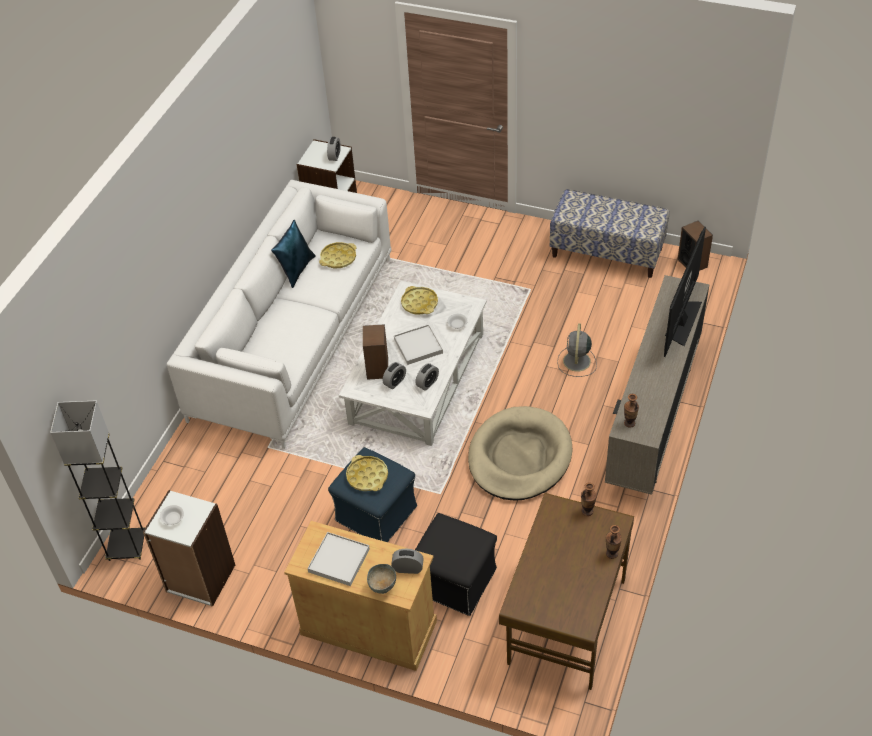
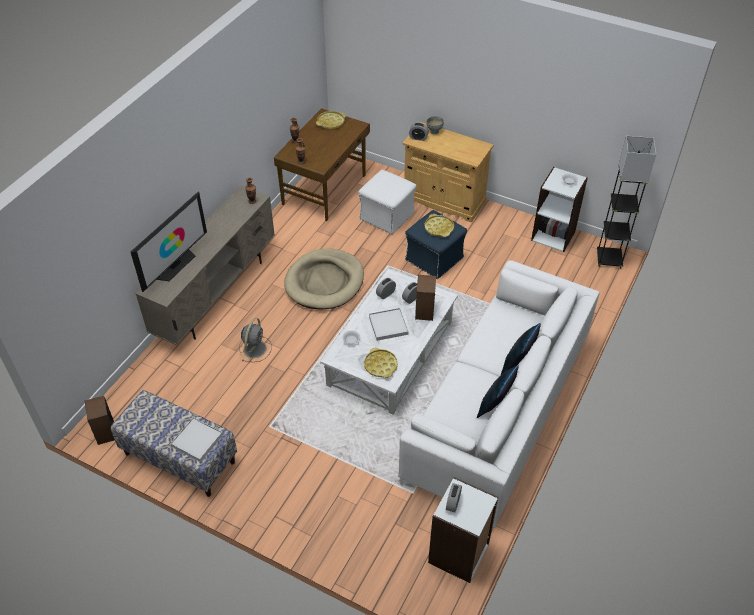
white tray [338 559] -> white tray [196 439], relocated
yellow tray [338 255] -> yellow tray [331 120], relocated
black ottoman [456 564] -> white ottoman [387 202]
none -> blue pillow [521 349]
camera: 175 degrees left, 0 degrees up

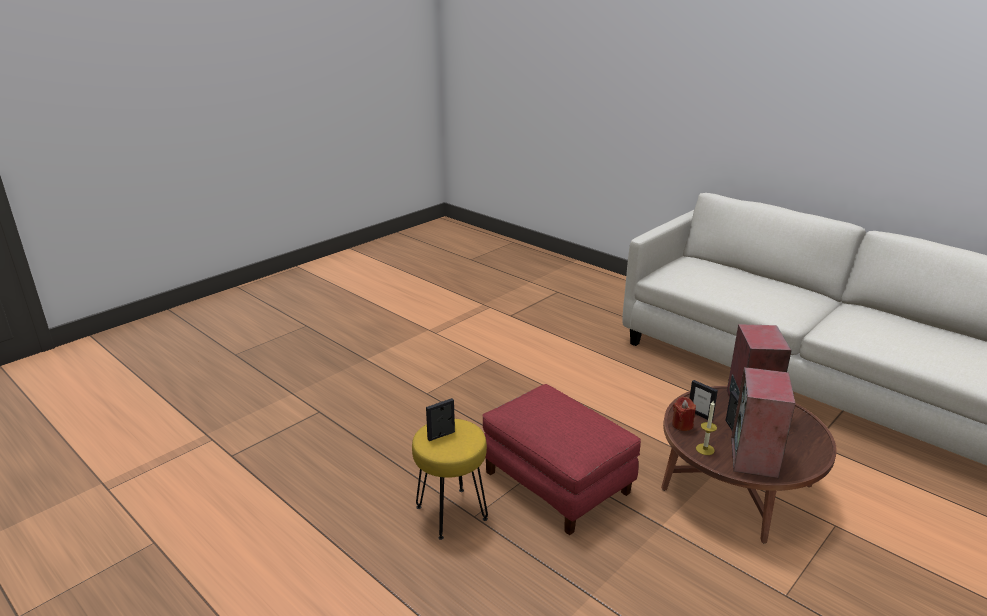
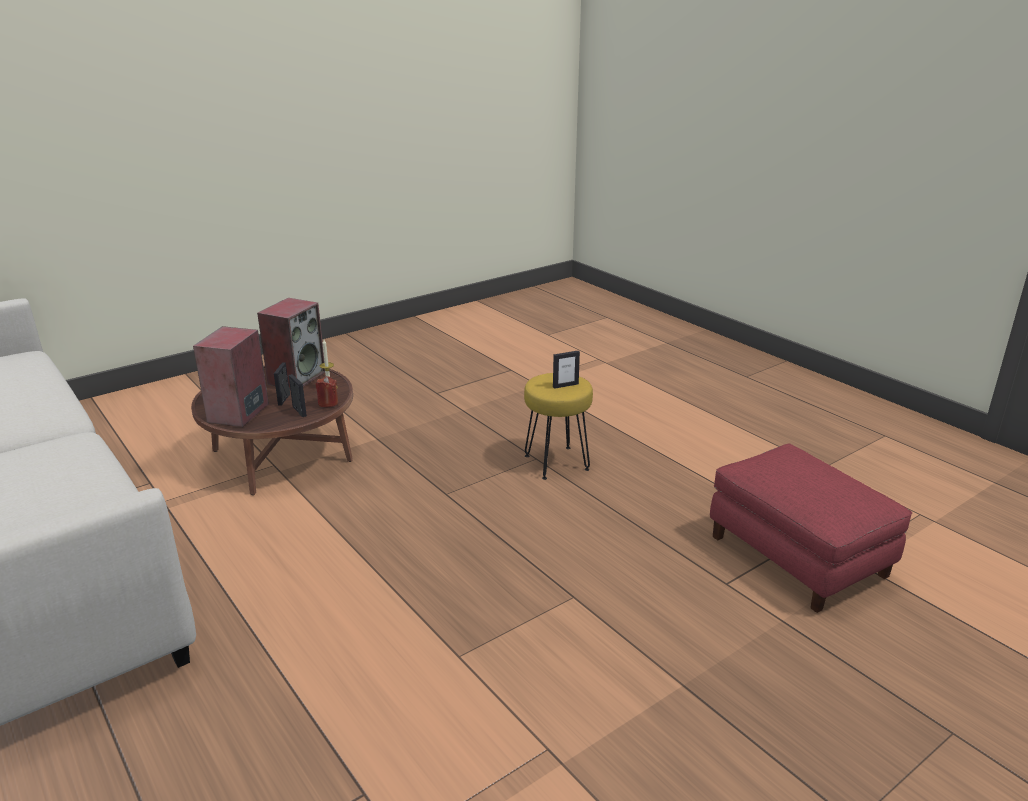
red ottoman [561 459] -> red ottoman [811 528], relocated
camera: 170 degrees left, 0 degrees up

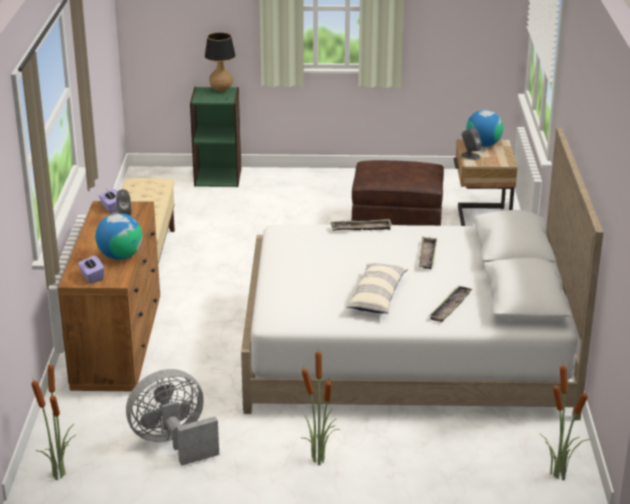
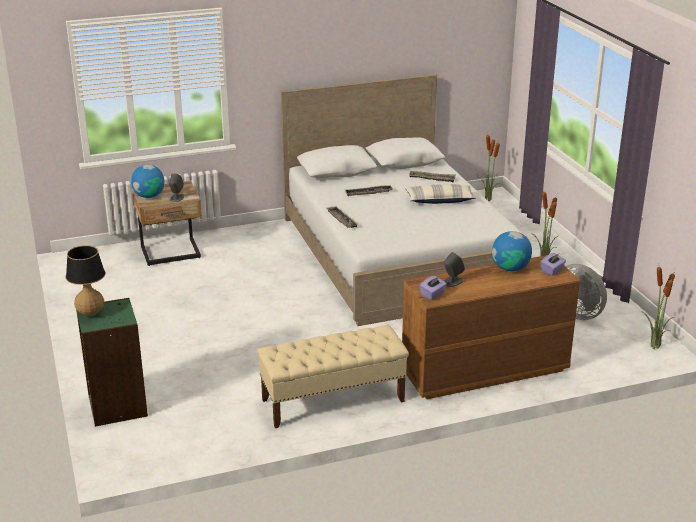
brown ottoman [397 193] -> none
camera: 110 degrees left, 0 degrees up

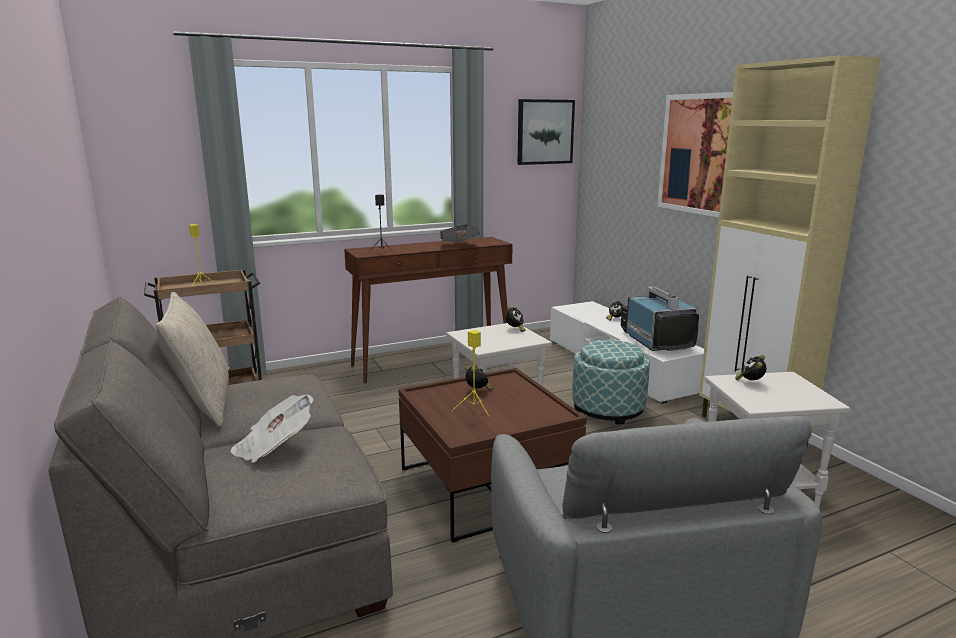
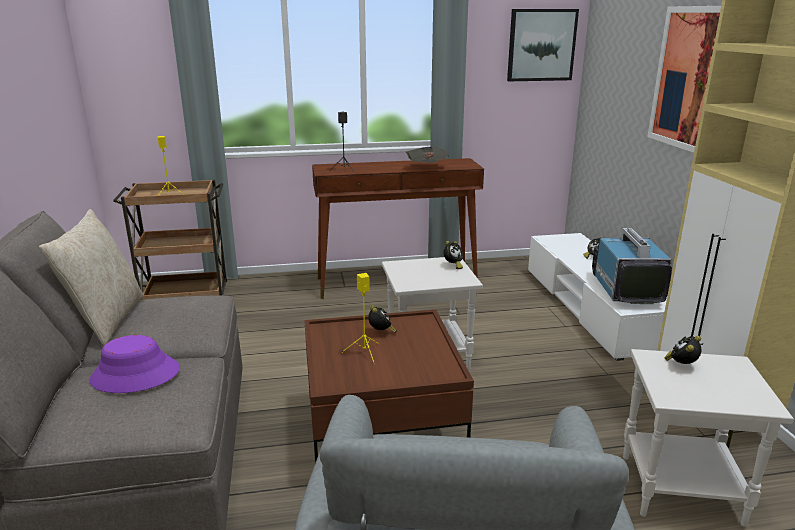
newspaper [272 429] -> purple hat [134 364]
ottoman [611 382] -> none
camera: 15 degrees right, 5 degrees up

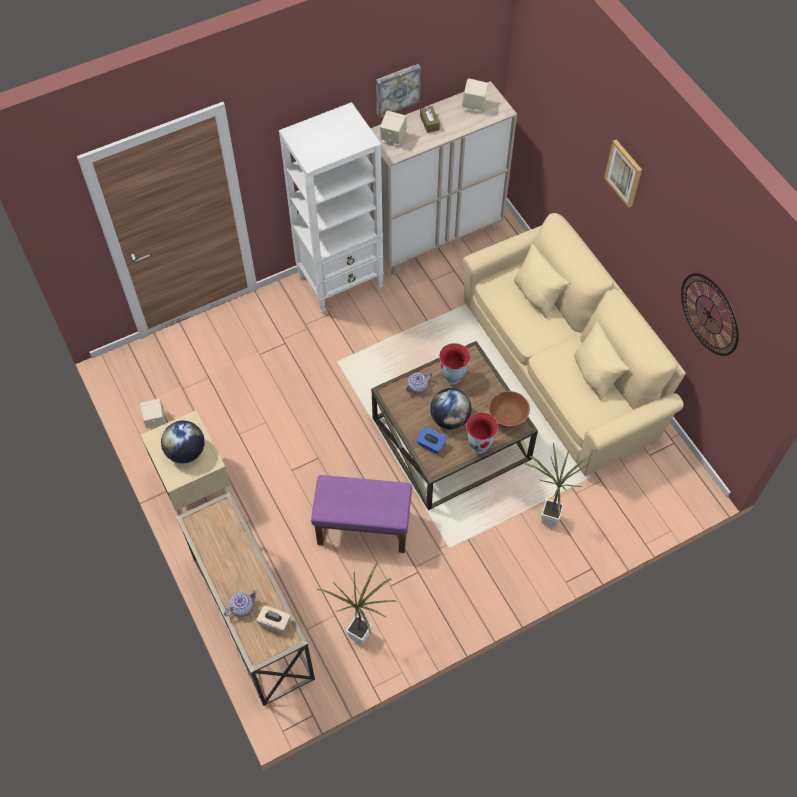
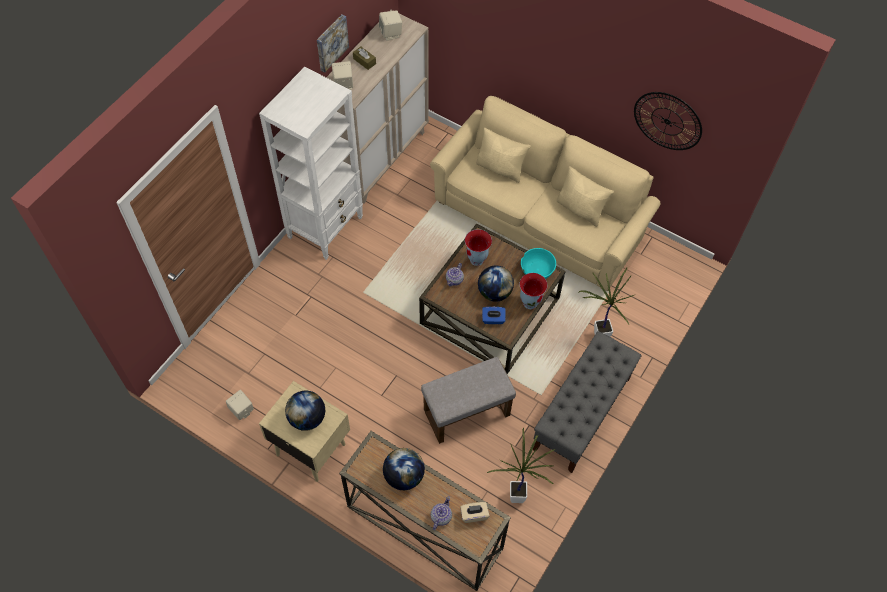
purple ottoman [361 514] -> grey ottoman [468 400]
brown bowl [509 410] -> turquoise bowl [538 263]
picture [623 173] -> none
none -> globe [404 469]
none -> grey bench [587 402]
camera: 30 degrees left, 0 degrees up

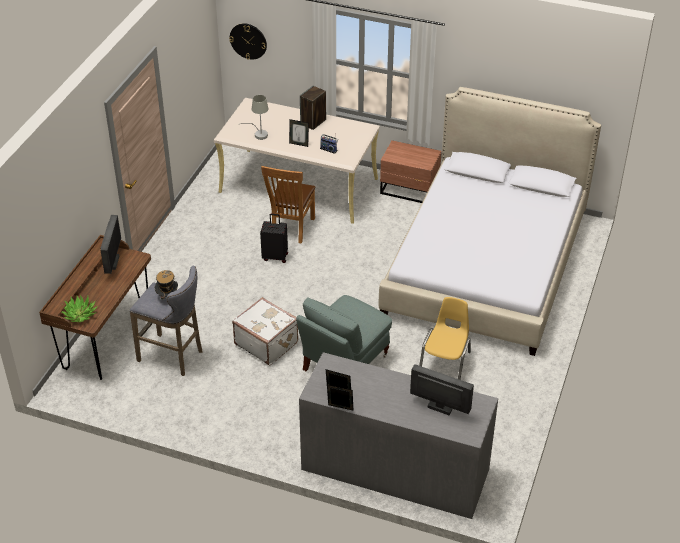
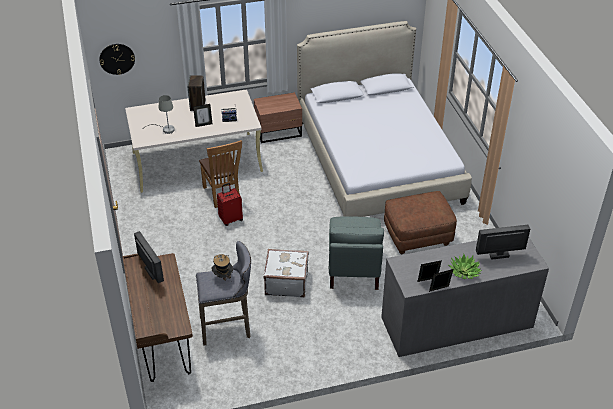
potted plant [80 308] -> potted plant [465 266], relocated
black suitcase [274 238] -> red suitcase [230 204]
yellow chair [445 338] -> brown ottoman [420 222]
camera: 35 degrees left, 0 degrees up

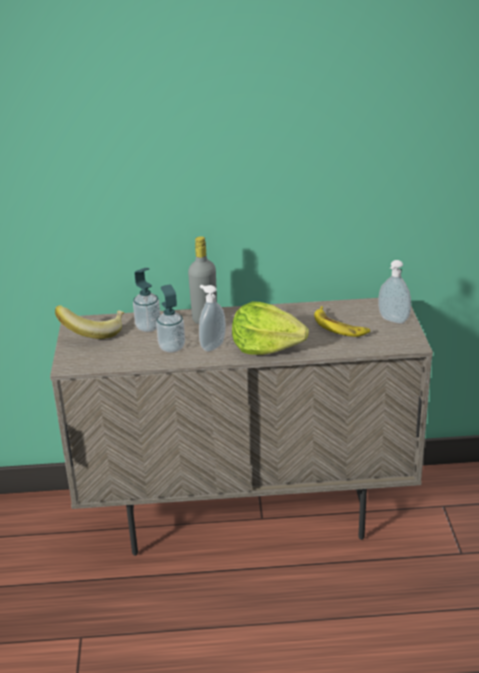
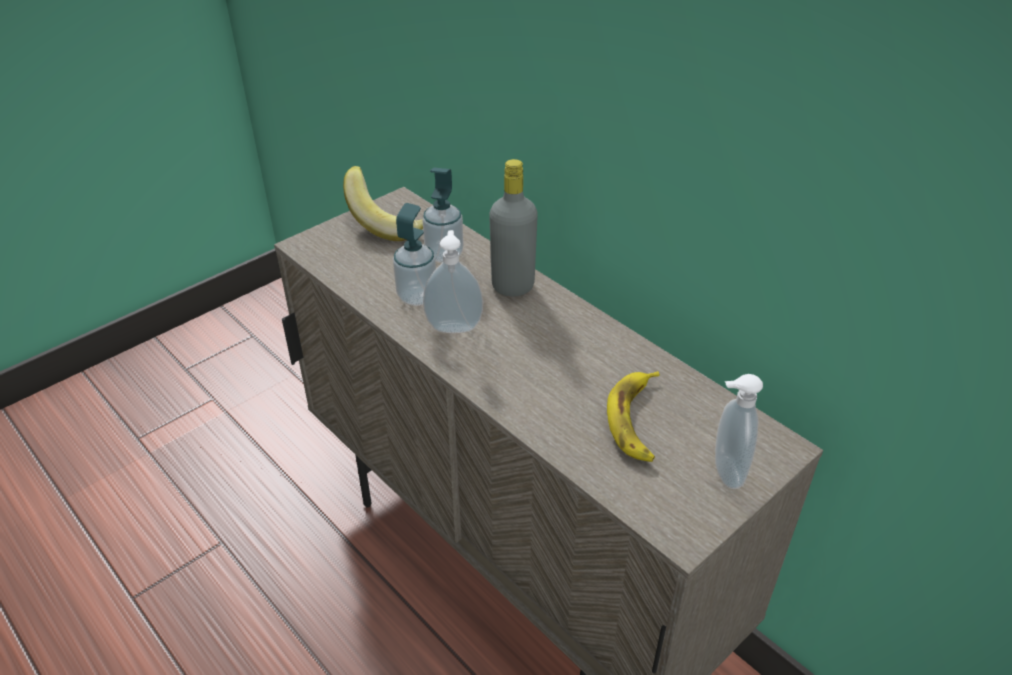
lettuce [270 328] -> none
camera: 50 degrees right, 10 degrees up

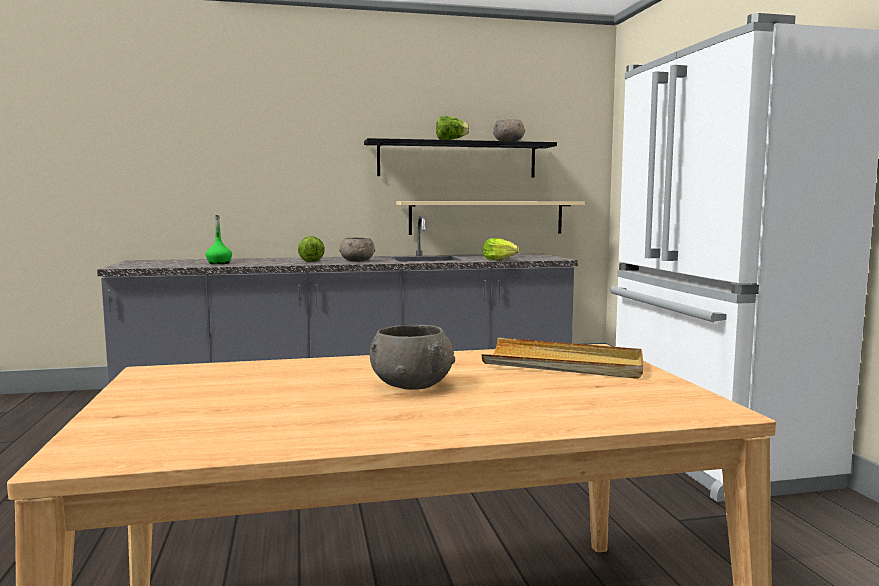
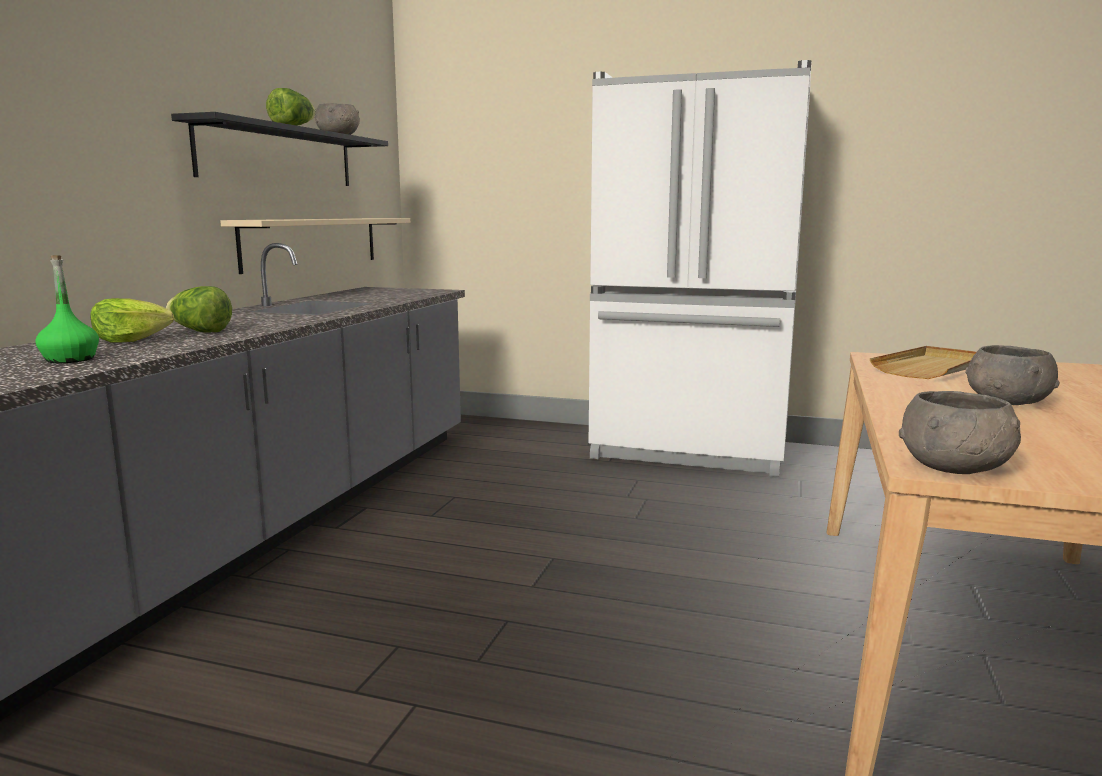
grey bowl [357 249] -> grey bowl [960 432], relocated
lettuce [501 249] -> lettuce [132 320], relocated
camera: 60 degrees left, 5 degrees up

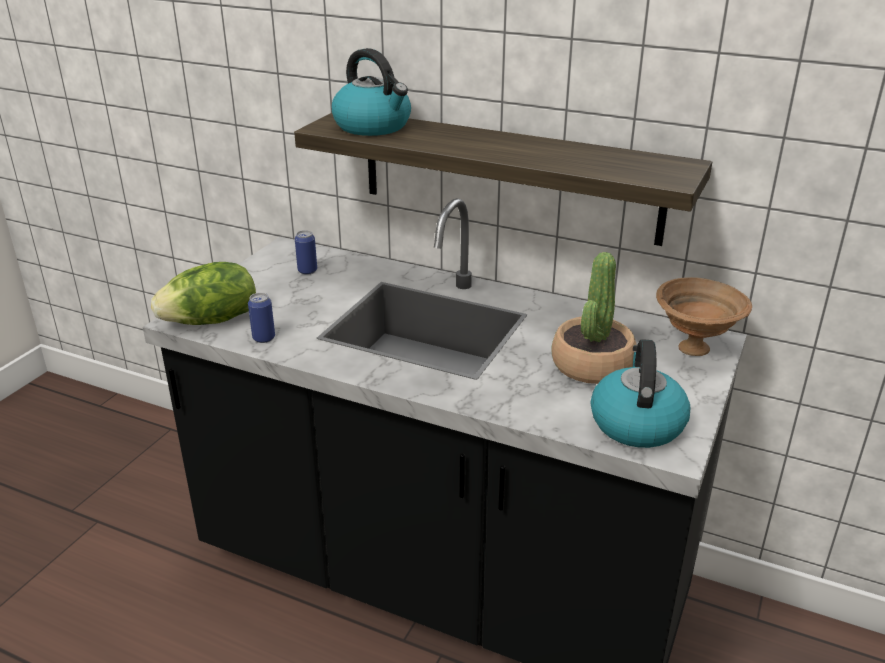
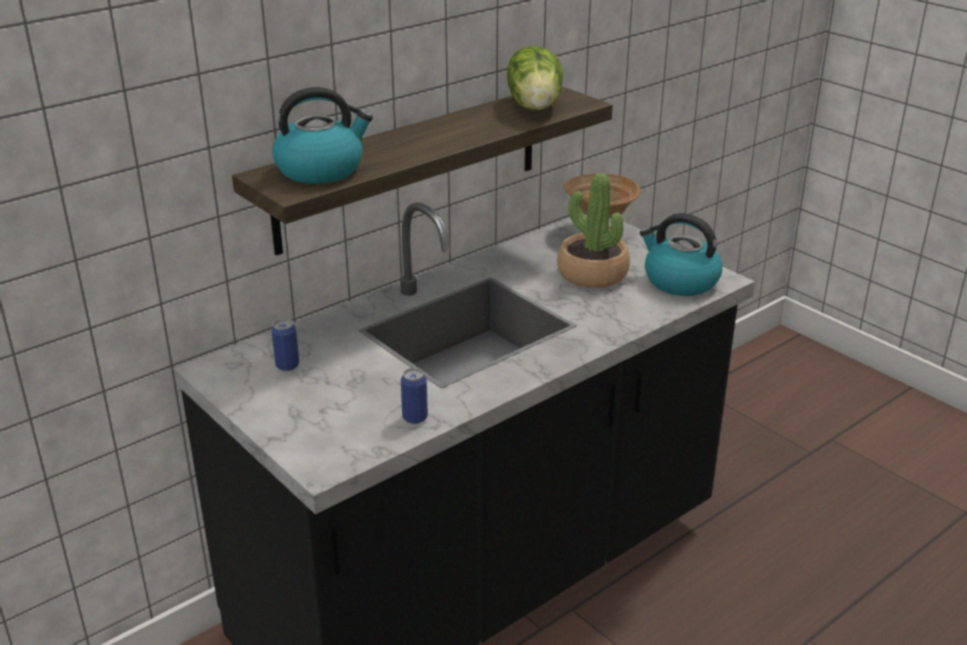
lettuce [203 293] -> lettuce [535 78], relocated
camera: 65 degrees left, 0 degrees up

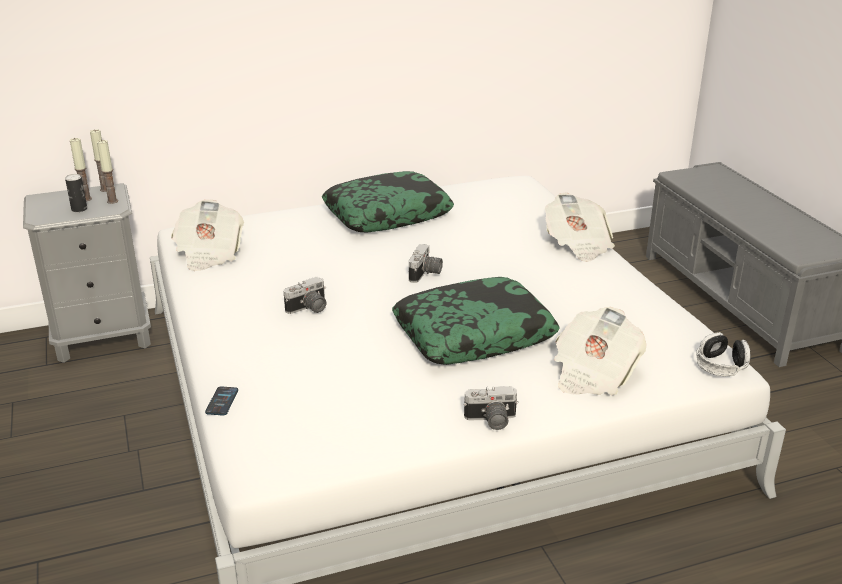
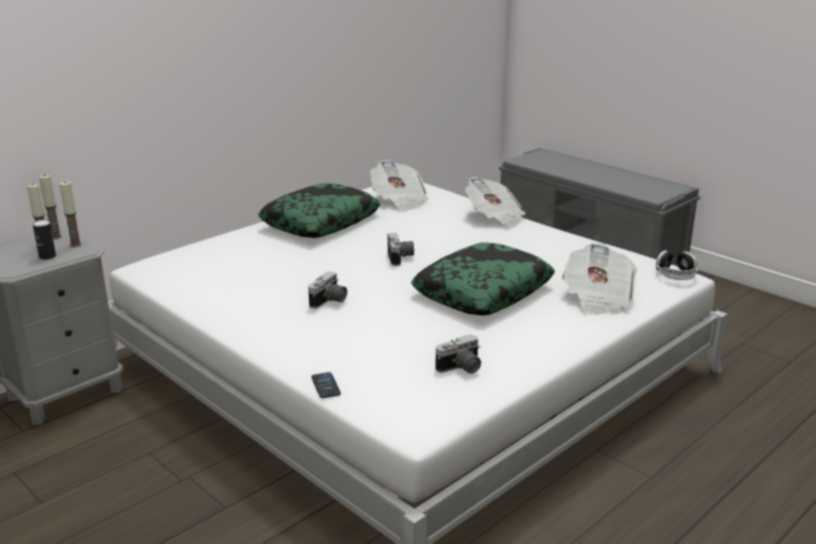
newspaper [207 235] -> newspaper [399 185], relocated
photo camera [491 408] -> photo camera [458 354], relocated
camera: 25 degrees left, 5 degrees down

